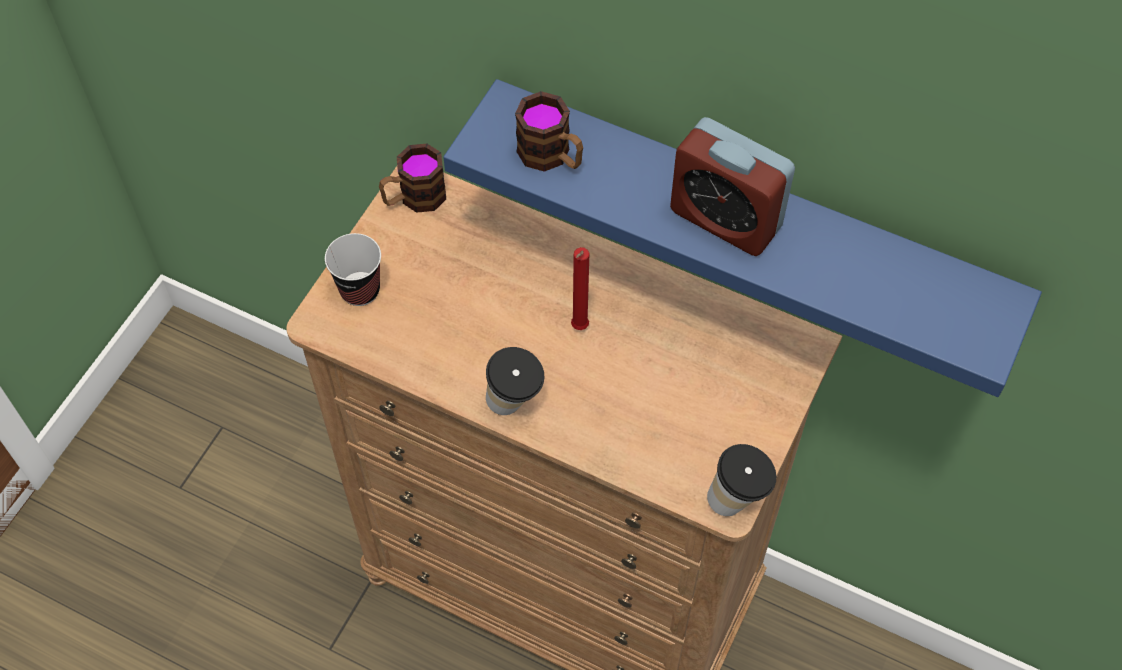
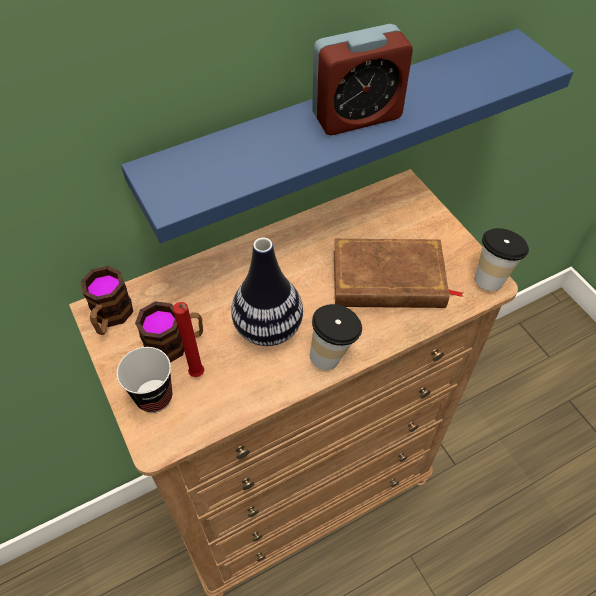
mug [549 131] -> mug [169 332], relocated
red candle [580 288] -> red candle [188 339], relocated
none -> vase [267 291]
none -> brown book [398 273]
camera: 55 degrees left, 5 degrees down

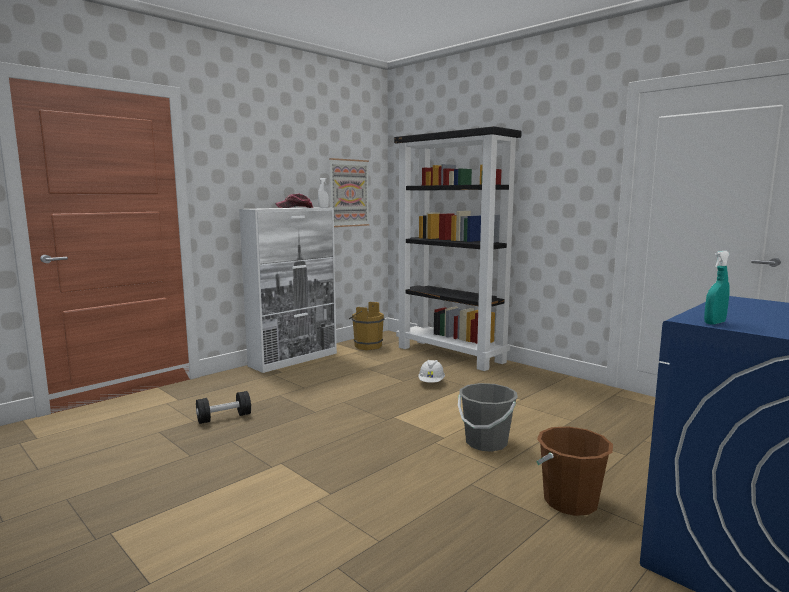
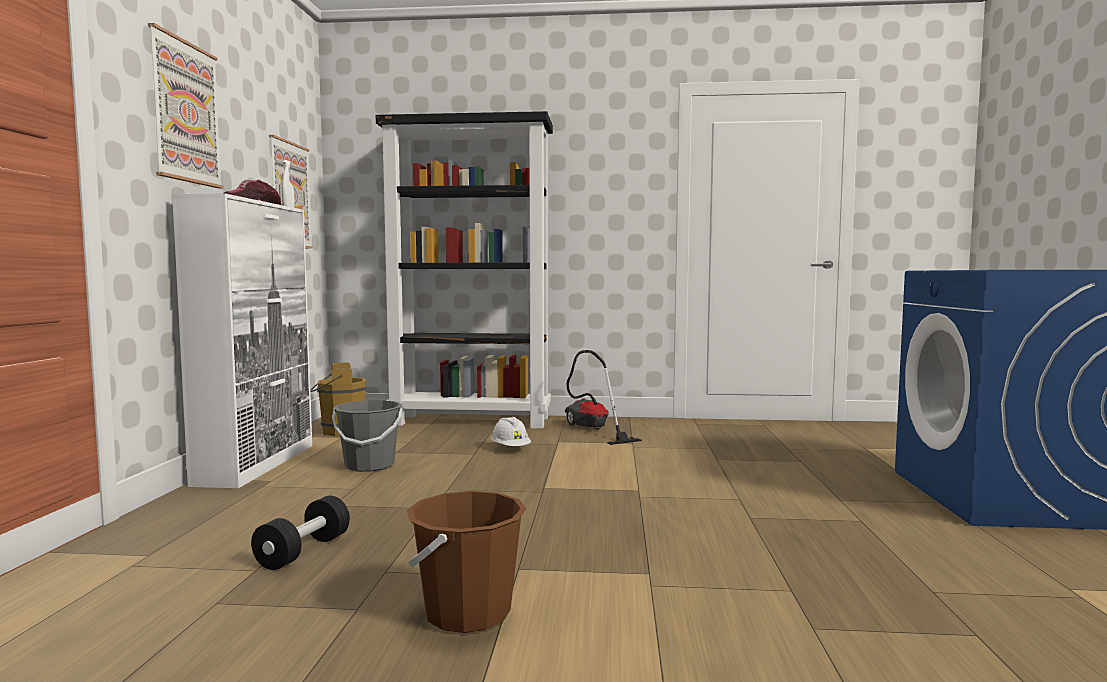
grey bucket [488 417] -> grey bucket [367 436], relocated
brown bucket [575 471] -> brown bucket [466 562], relocated
turquoise spray bottle [717 288] -> none
none -> picture [186 105]
none -> vacuum cleaner [603 397]
camera: 40 degrees left, 5 degrees down

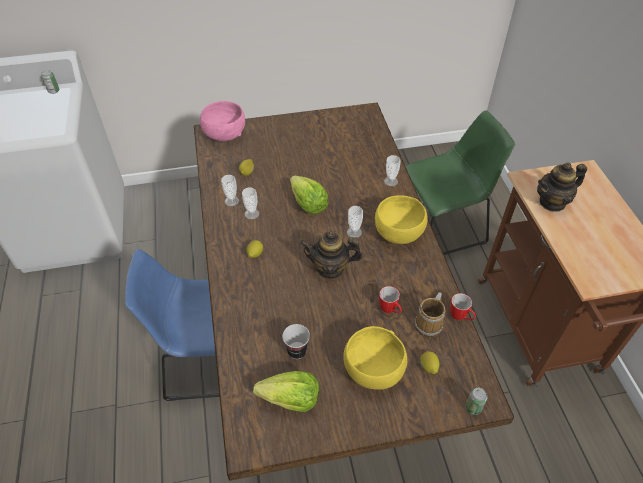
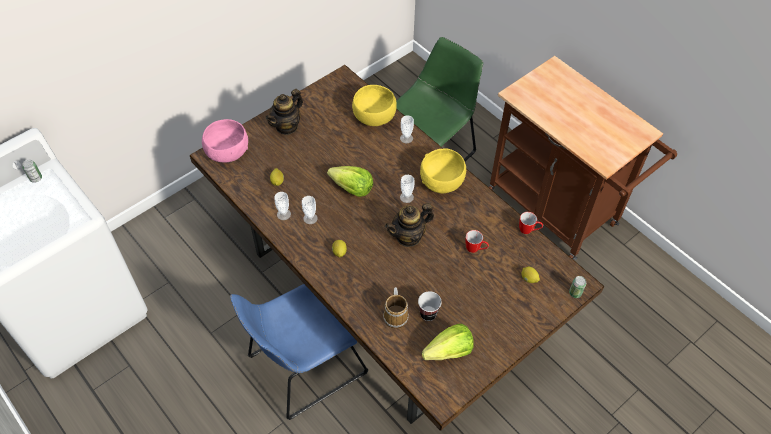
yellow bowl [375 358] -> yellow bowl [374 105], relocated
mug [430 314] -> mug [396 308], relocated
teapot [562 187] -> teapot [284 112], relocated
camera: 30 degrees left, 5 degrees up

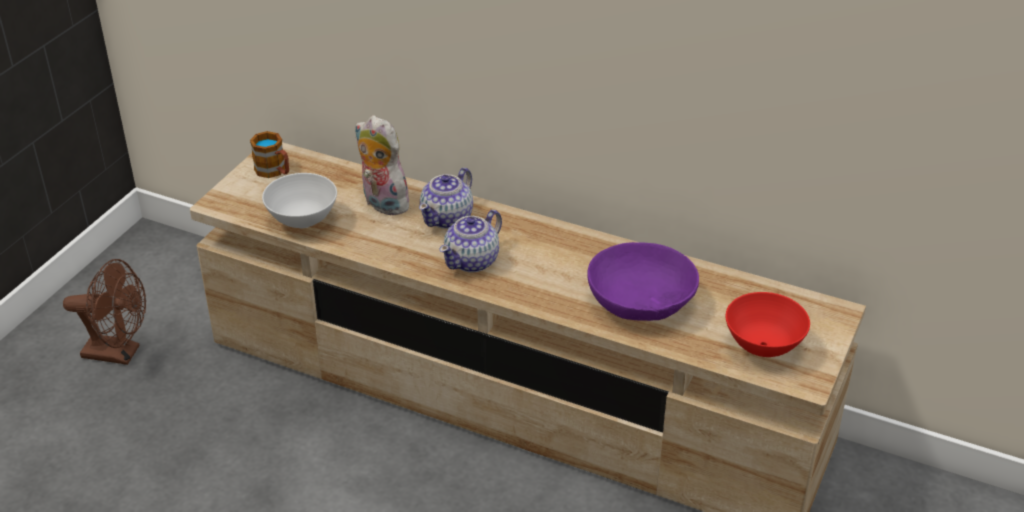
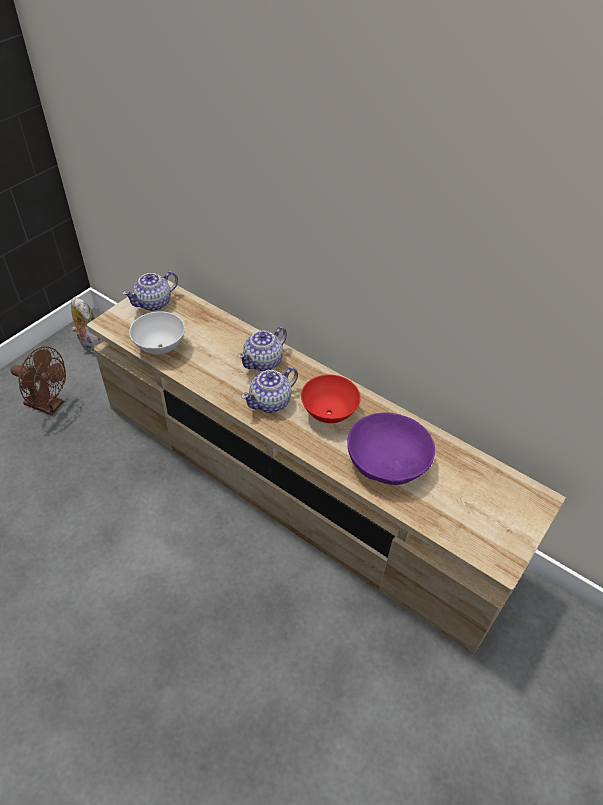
mug [269 154] -> teapot [150 291]
plush toy [384 165] -> plush toy [87 325], relocated
red bowl [768 324] -> red bowl [331 398], relocated
camera: 10 degrees right, 10 degrees up

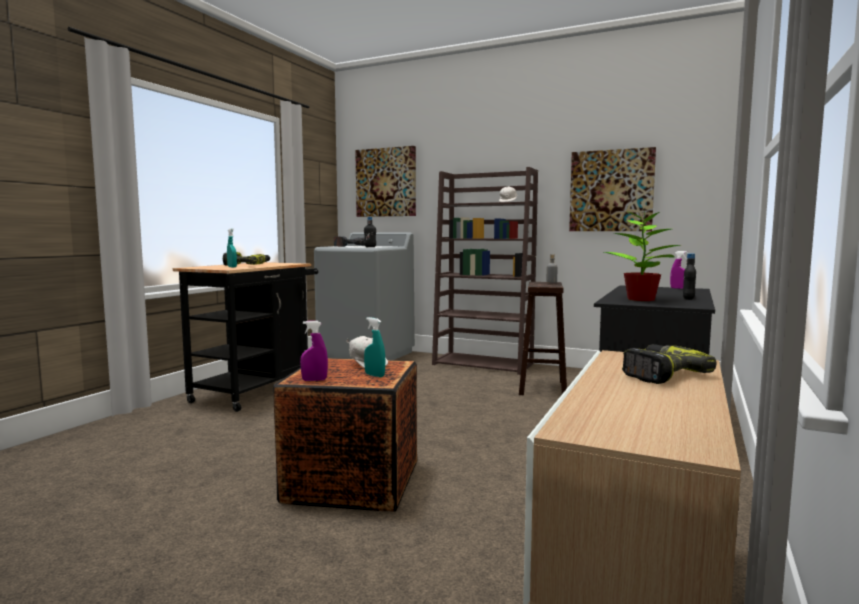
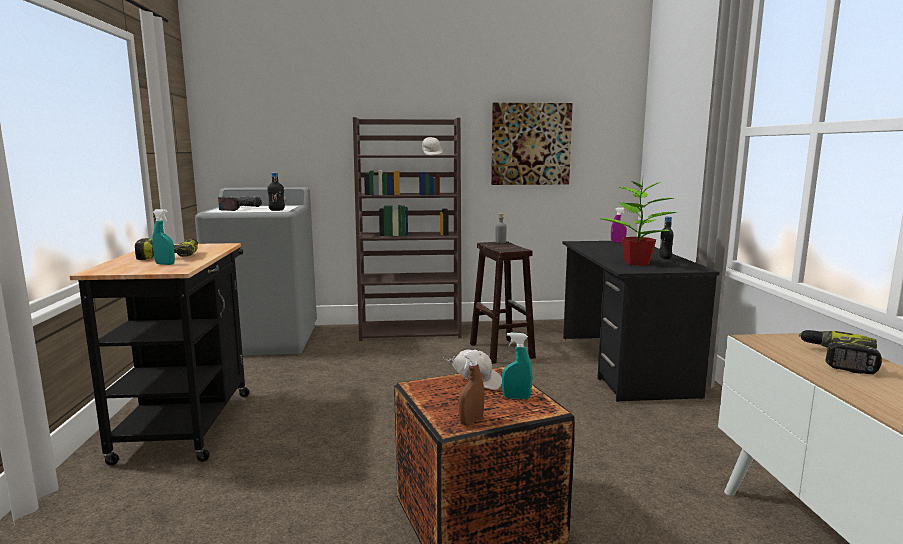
purple spray bottle [314 351] -> brown spray bottle [471 387]
picture [385 181] -> none
camera: 30 degrees left, 5 degrees up

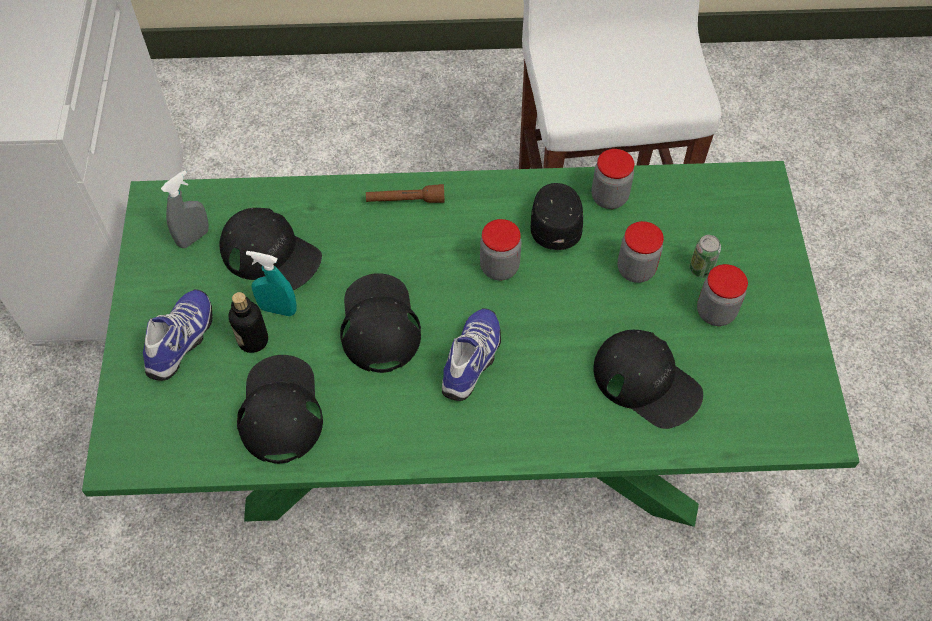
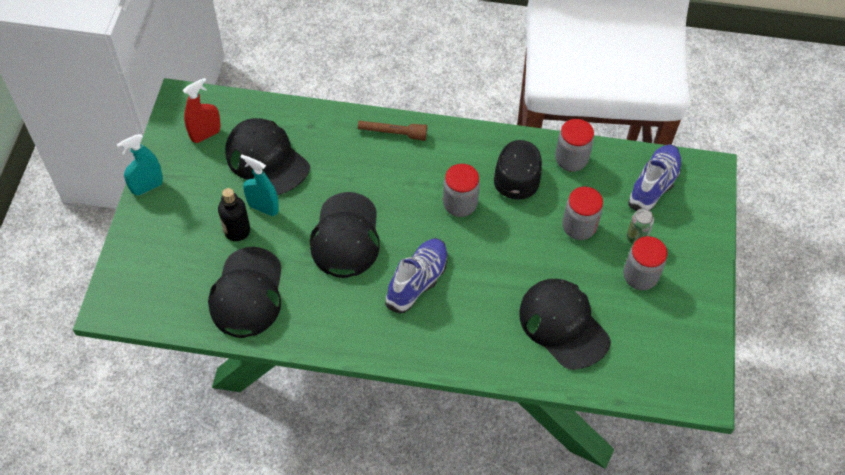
shoe [178 335] -> shoe [654 177], relocated
grey spray bottle [185 209] -> red spray bottle [202 110]
none -> turquoise spray bottle [140 164]
camera: 10 degrees right, 0 degrees up

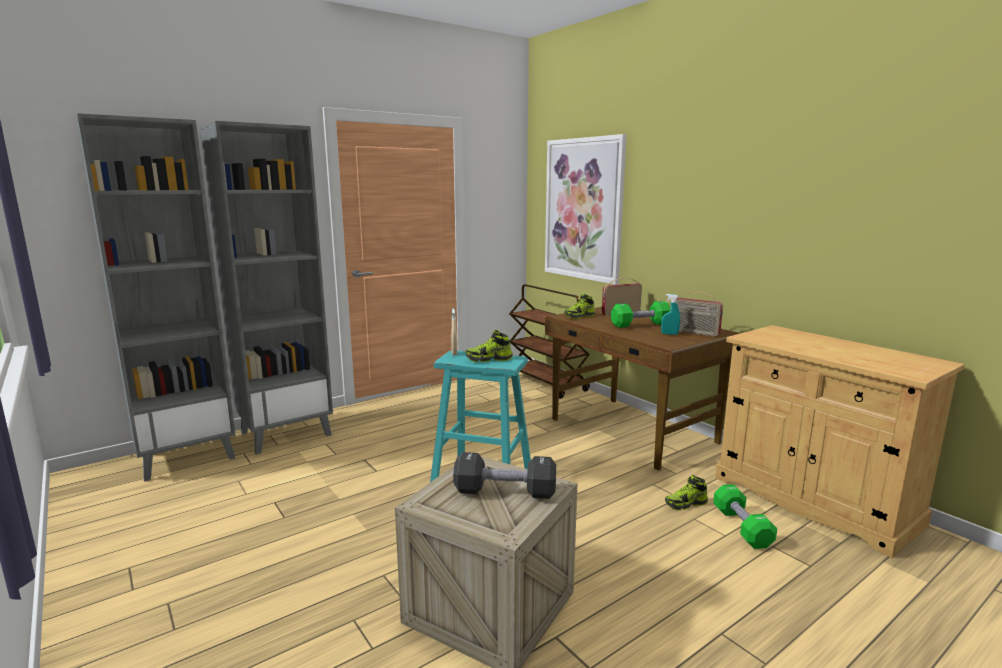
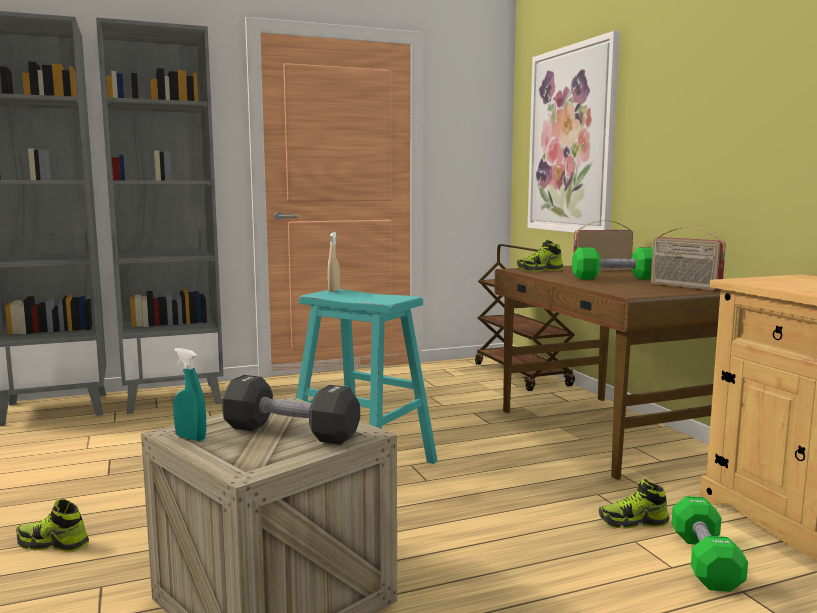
shoe [489 346] -> shoe [52 525], relocated
turquoise spray bottle [670 314] -> turquoise spray bottle [189 394], relocated
camera: 15 degrees right, 5 degrees down

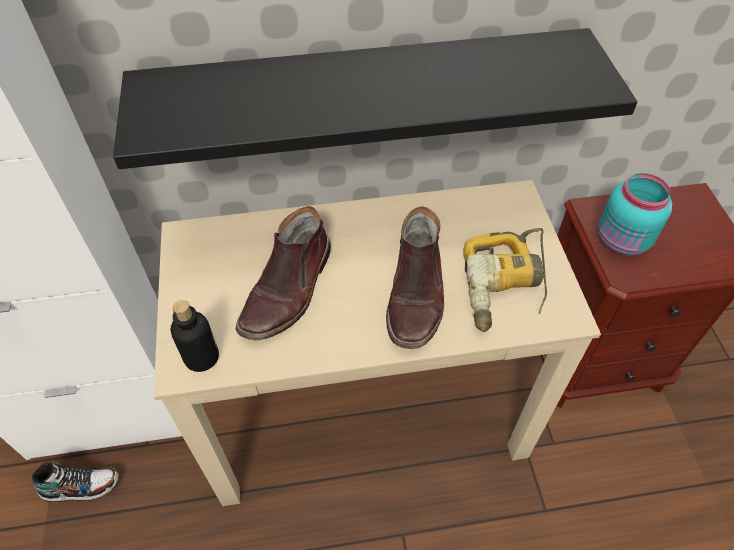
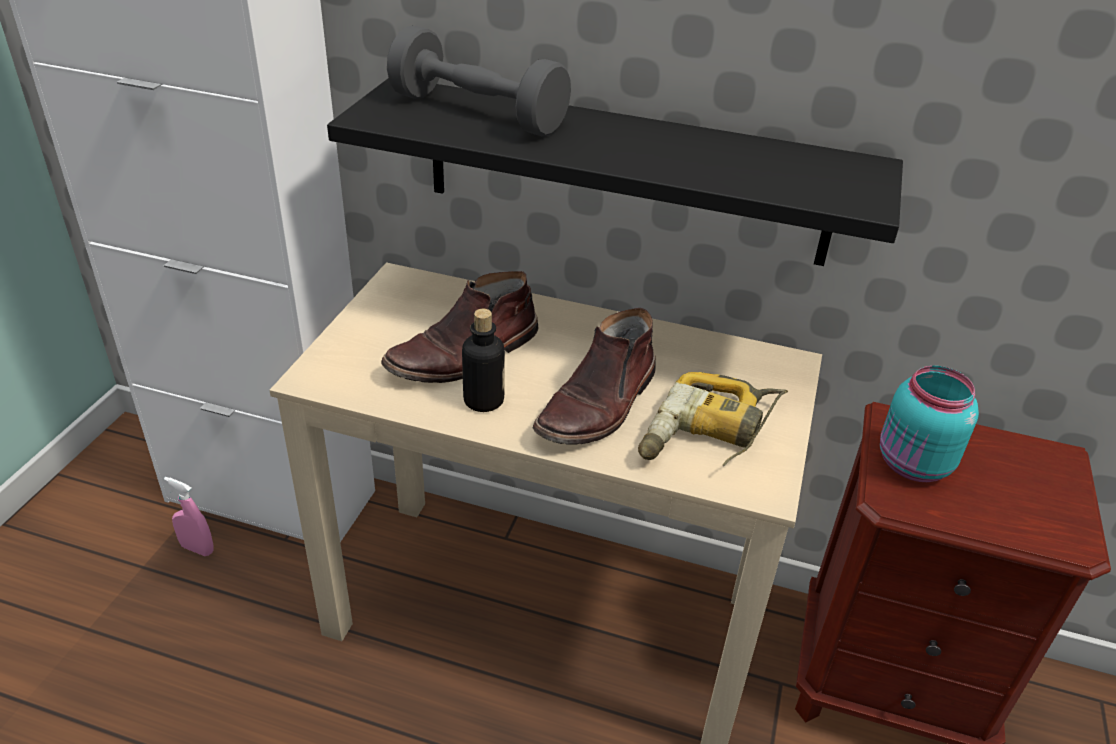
shoe [75 482] -> pink spray bottle [188 516]
bottle [194 336] -> bottle [483 360], relocated
none -> grey dumbbell [479 81]
camera: 25 degrees right, 15 degrees down

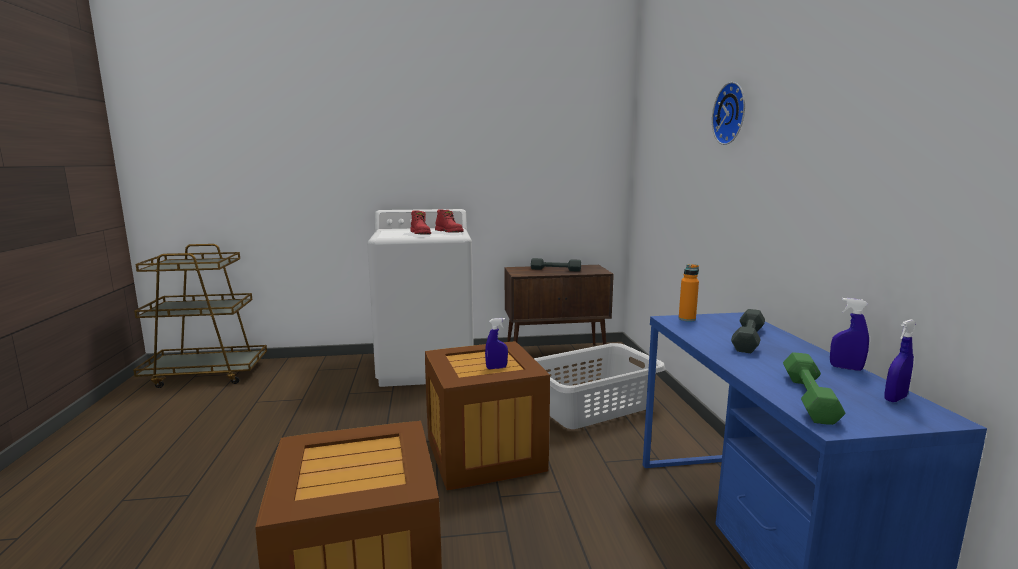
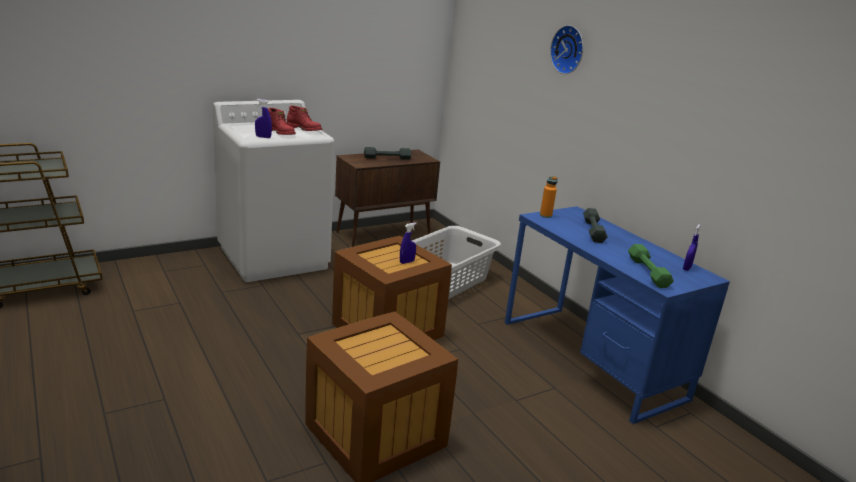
blue spray bottle [849 334] -> blue spray bottle [263 118], relocated
camera: 25 degrees left, 10 degrees up

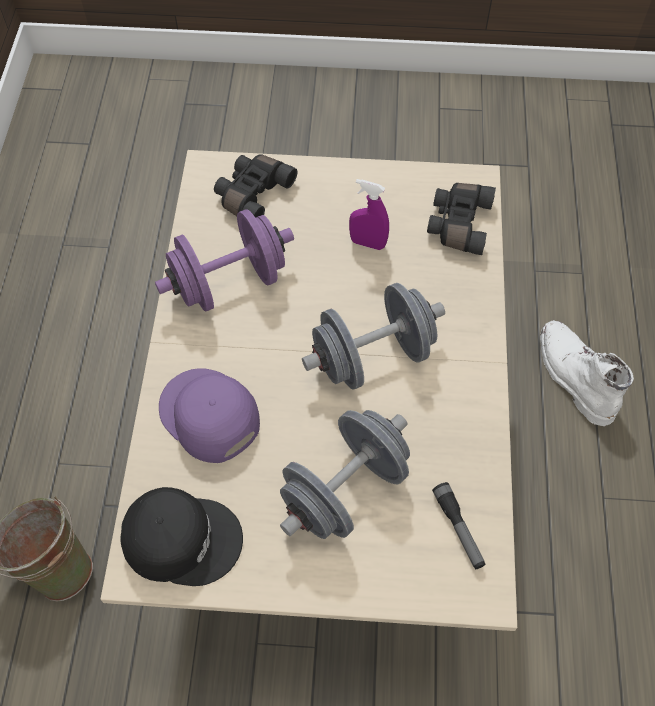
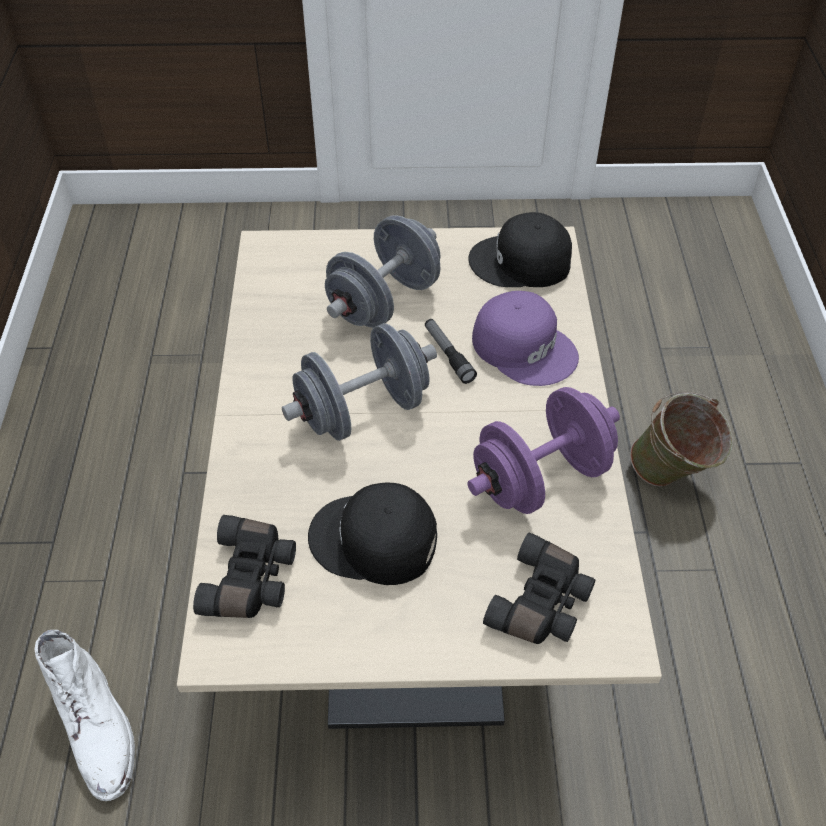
purple spray bottle [369 214] -> black cap [372 534]
flashlight [459 525] -> flashlight [451 351], relocated
camera: 175 degrees right, 10 degrees down

